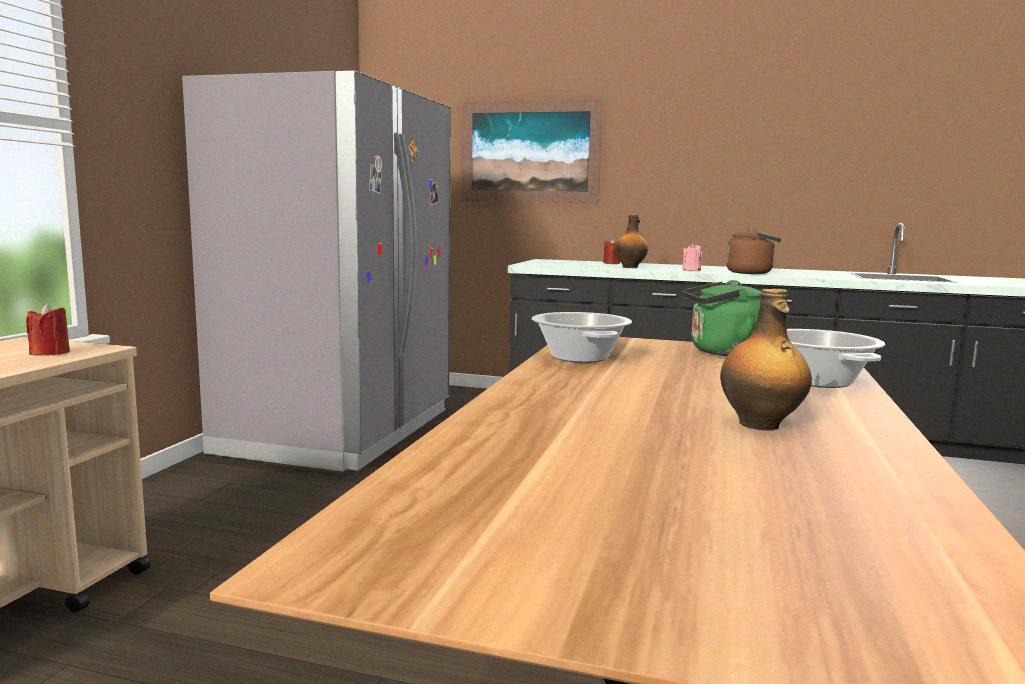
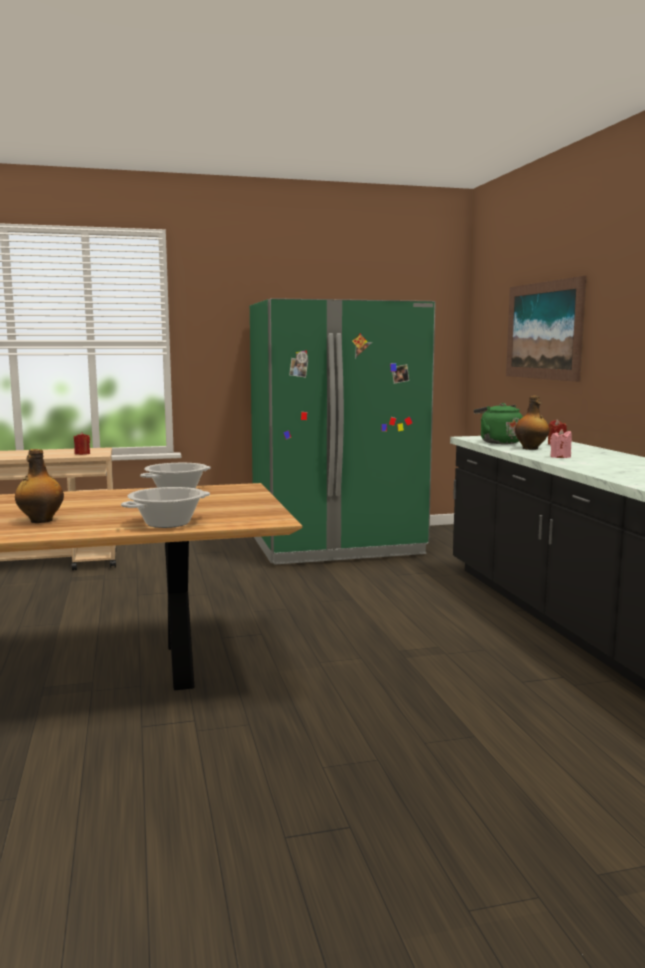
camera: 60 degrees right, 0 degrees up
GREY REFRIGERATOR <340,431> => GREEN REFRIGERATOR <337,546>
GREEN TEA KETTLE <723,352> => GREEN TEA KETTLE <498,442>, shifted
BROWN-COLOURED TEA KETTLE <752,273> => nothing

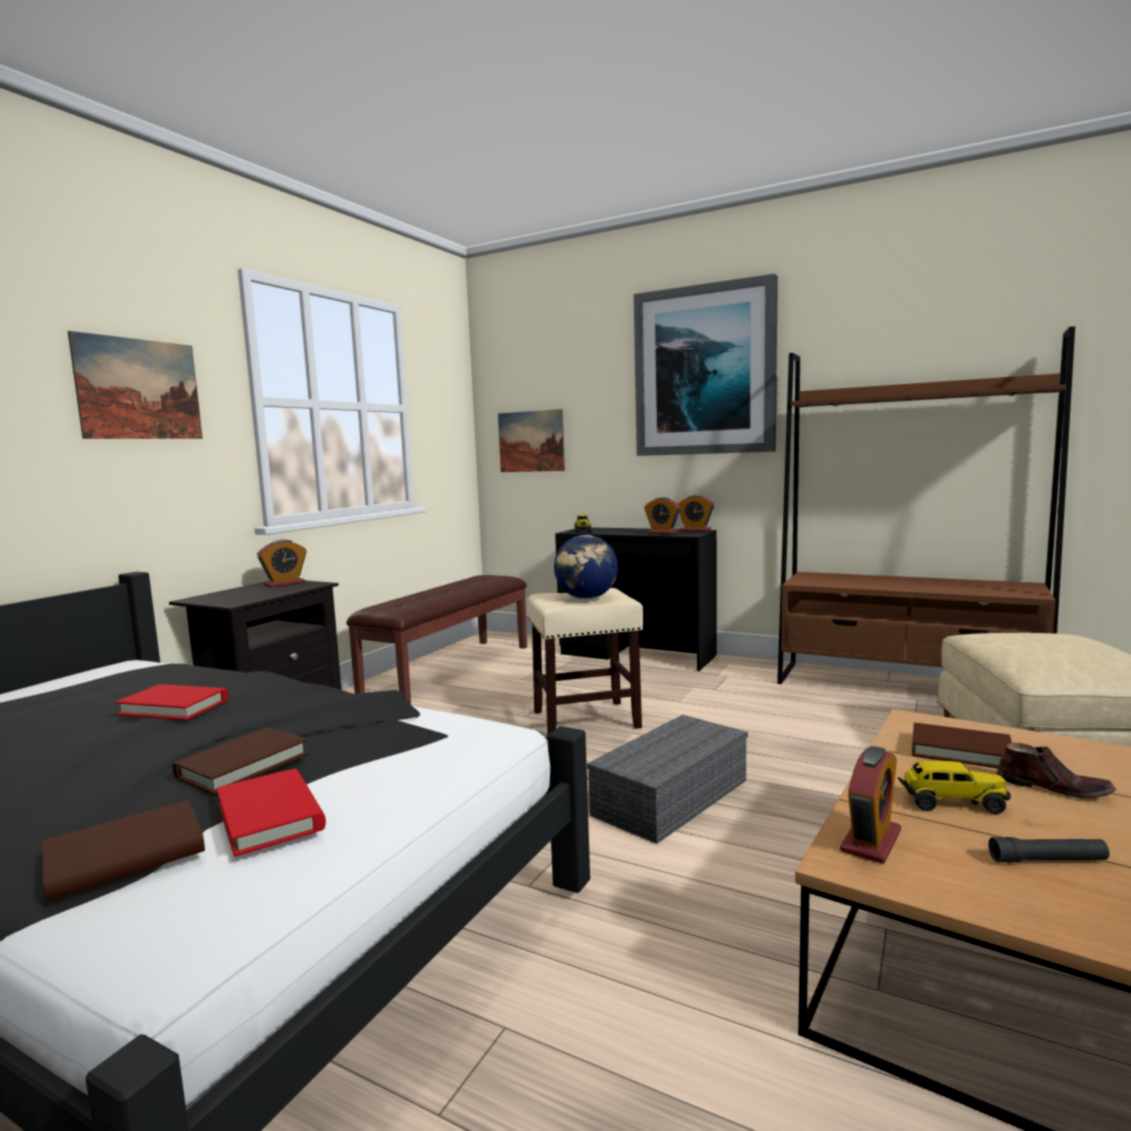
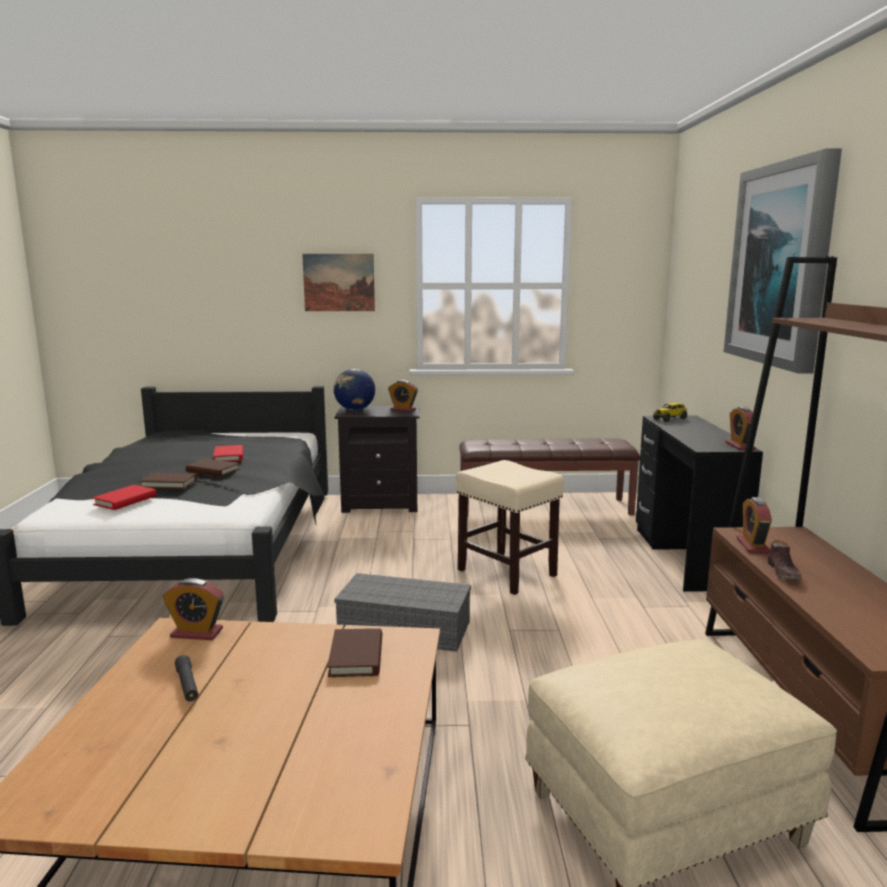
camera: 60 degrees right, 5 degrees up
BROWN-COLOURED BOUND BOOK <125,856> => BROWN-COLOURED BOUND BOOK <212,471>, shifted
WALL ART <531,441> => nothing
DESK GLOBE <587,598> => DESK GLOBE <354,409>, shifted
BEDSIDE CLOCK <662,533> => BEDSIDE CLOCK <752,545>, shifted
TOY TRUCK <952,803> => nothing
BROWN-COLOURED LOW SHOE <1053,788> => BROWN-COLOURED LOW SHOE <784,573>, shifted

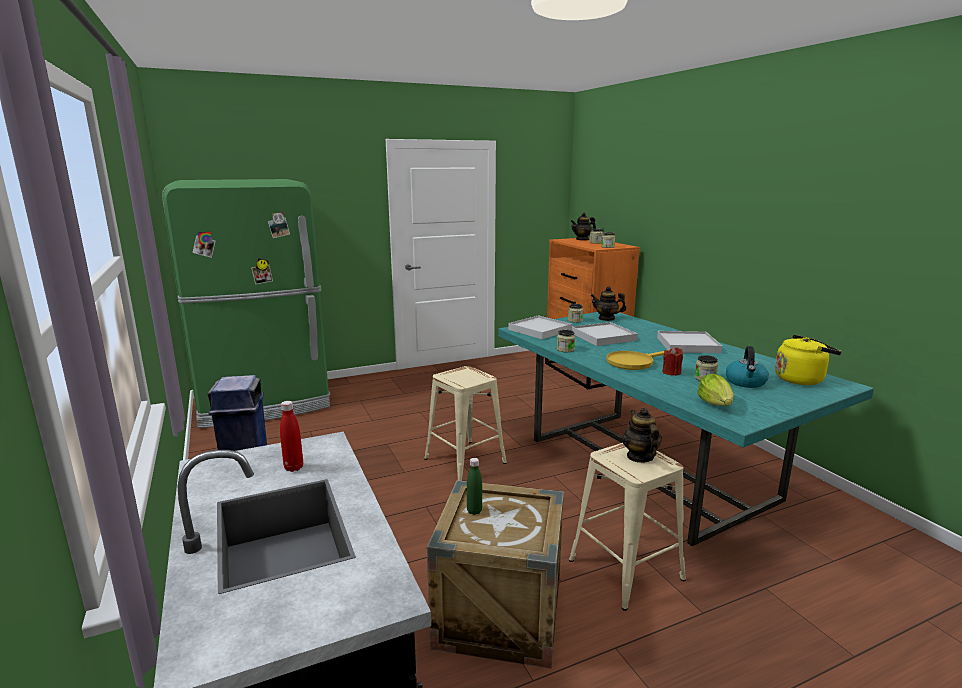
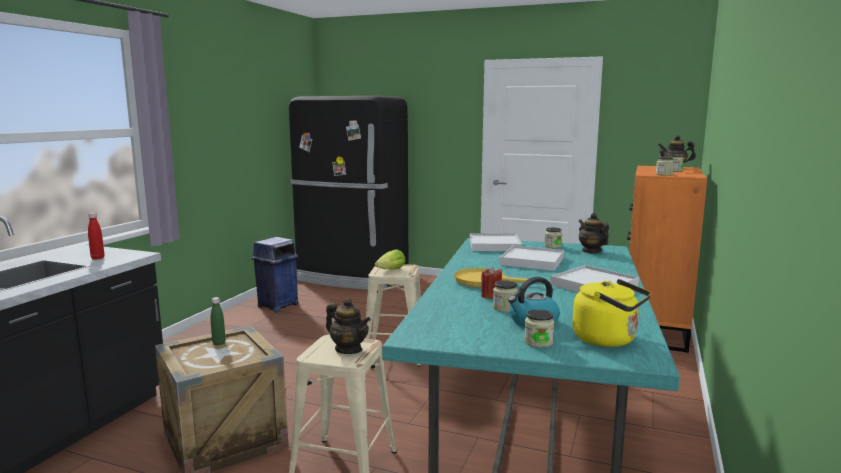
camera: 45 degrees right, 5 degrees down
GREEN REFRIGERATOR <265,404> => BLACK-COLOURED REFRIGERATOR <352,277>
PRESERVE JAR <565,349> => PRESERVE JAR <538,342>, shifted
POT FOR TEA <640,457> => POT FOR TEA <348,349>, 90 degrees clockwise
LETTUCE HEAD <716,404> => LETTUCE HEAD <391,270>, shifted

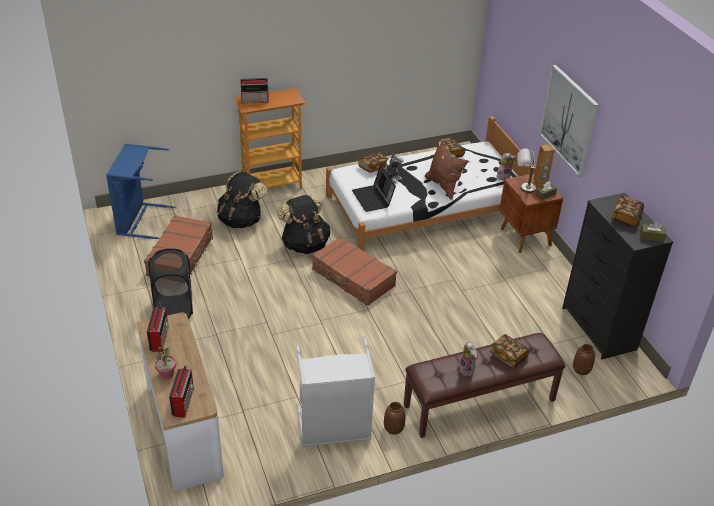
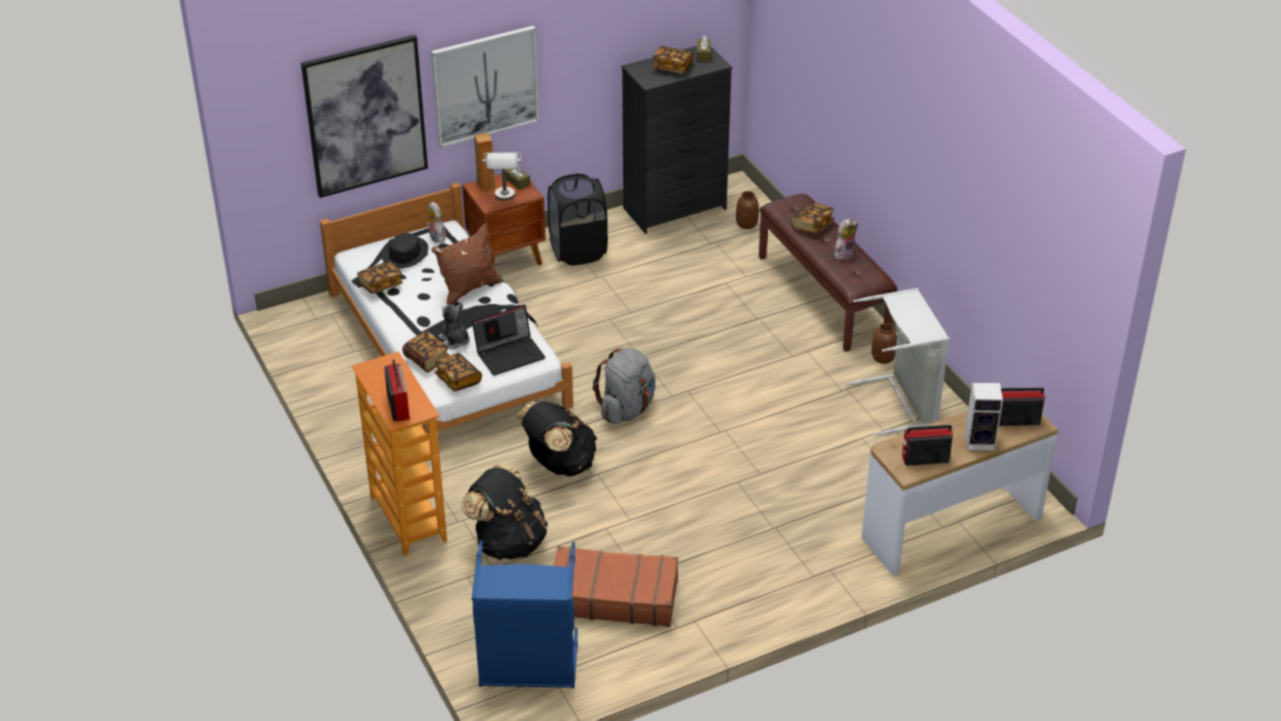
camera: 95 degrees left, 0 degrees up
BLACK-COLOURED WASHING BASKET <174,309> => BLACK-COLOURED WASHING BASKET <578,251>, shifted
HOUSEPLANT <167,374> => LOUDSPEAKER <981,441>
BROWN-COLOURED SUITCASE <353,278> => GREY KNAPSACK <627,409>
nothing => WALL ART <365,116>
nothing => BLACK-COLOURED CLOTHING HAT <404,253>
nothing => BOUND BOOK <458,380>

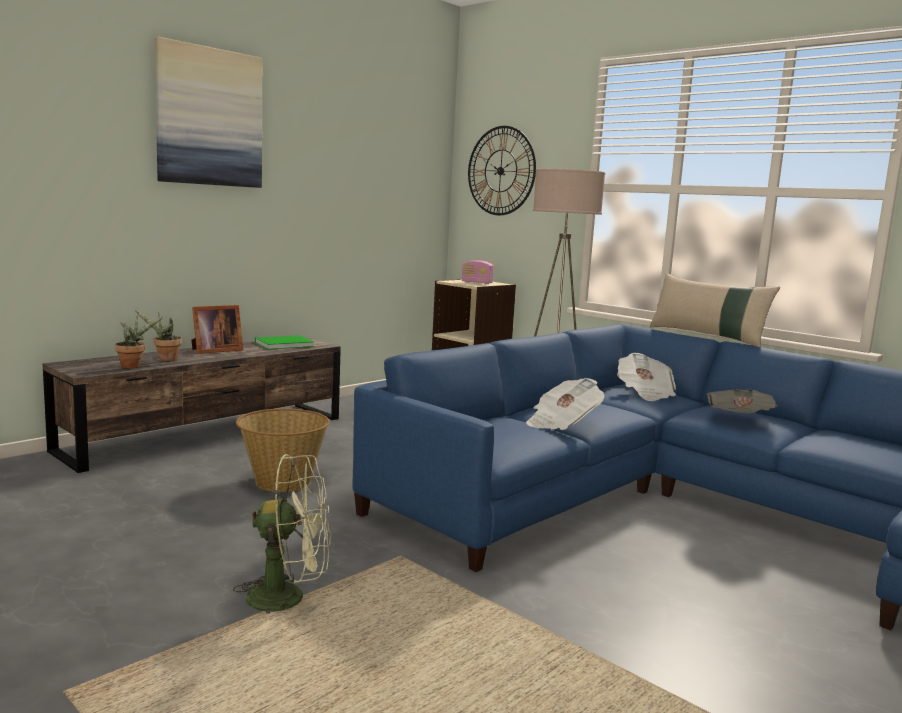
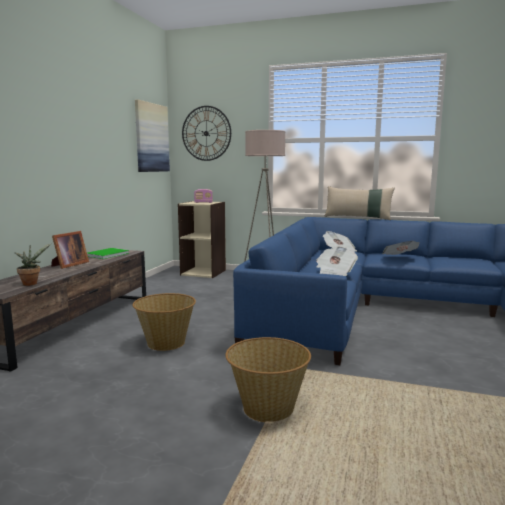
camera: 25 degrees left, 0 degrees up
HOUSEPLANT <165,359> => nothing
WALL ART <209,117> => WALL ART <151,138>, shifted
GREEN FAN <289,597> => BASKET <267,408>

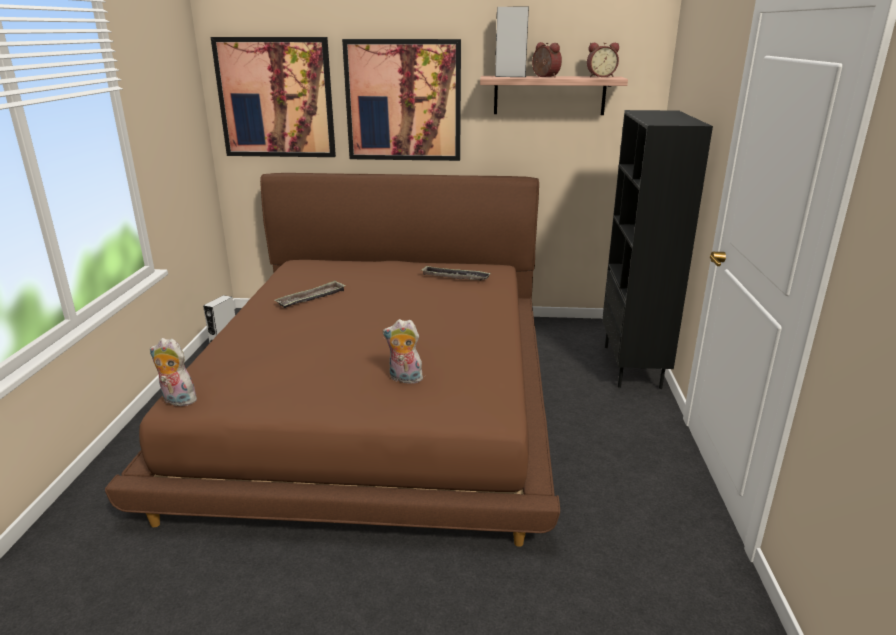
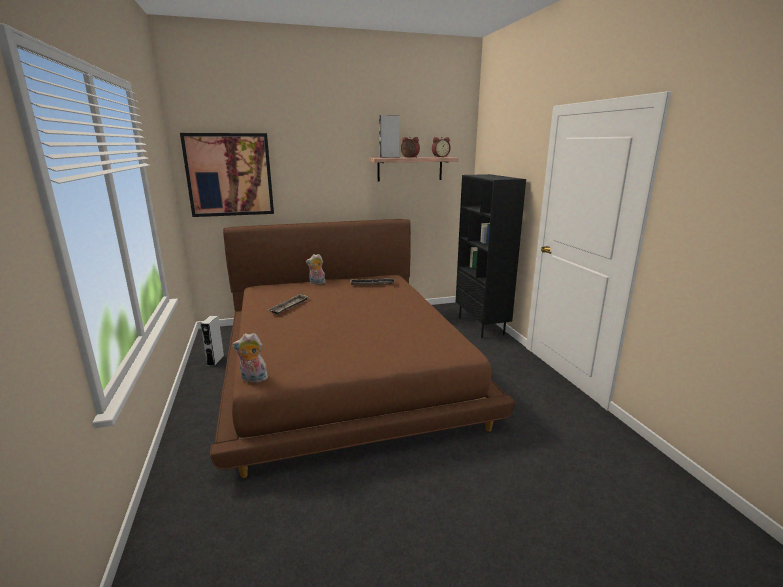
camera: 20 degrees left, 5 degrees down
WALL ART <403,101> => nothing
SOFT TOY <404,379> => SOFT TOY <317,283>, shifted

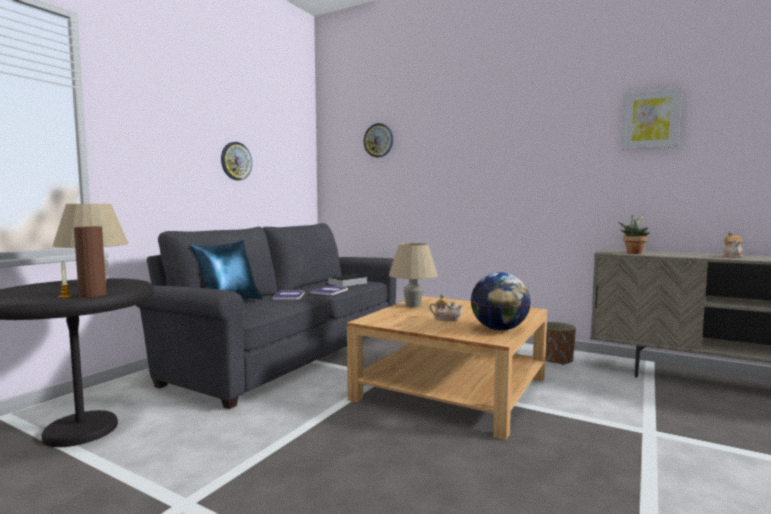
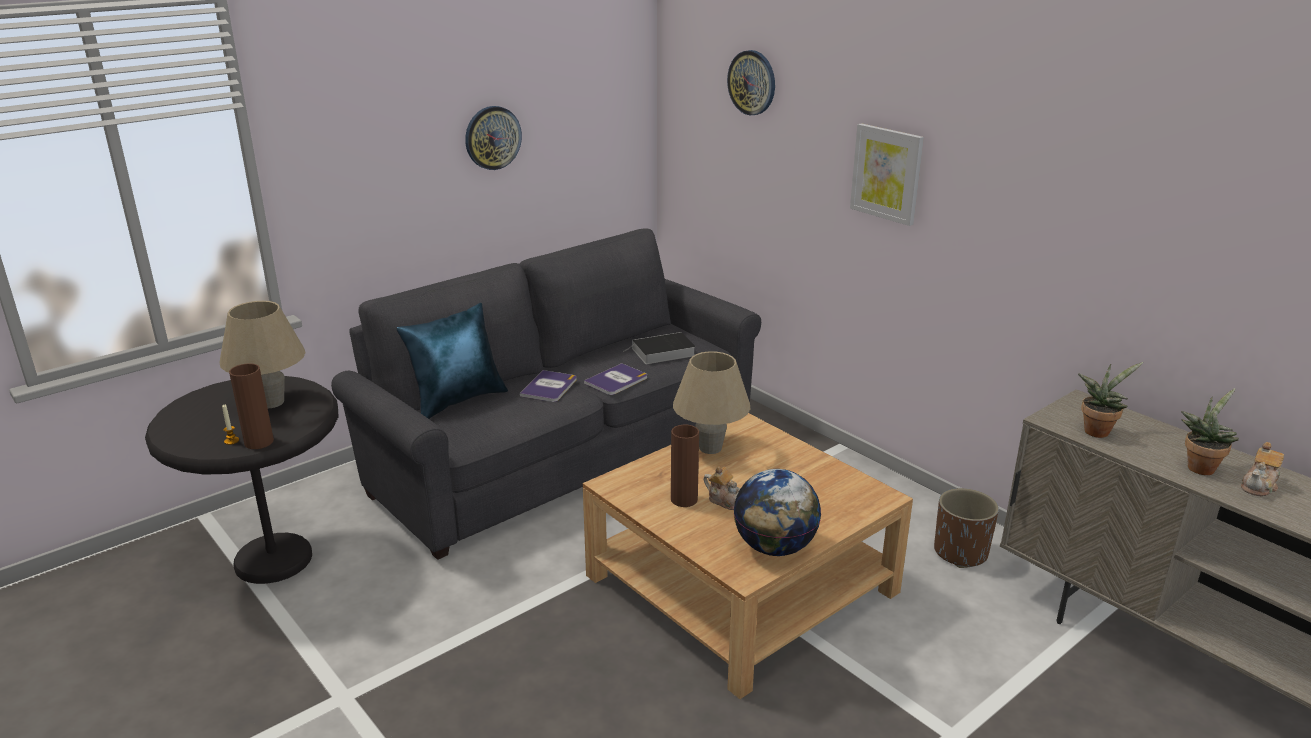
camera: 20 degrees right, 20 degrees up
WALL ART <650,120> => WALL ART <887,173>, shifted
nothing => BROWN-COLOURED FLOWER VASE <684,499>
nothing => HOUSEPLANT <1200,466>

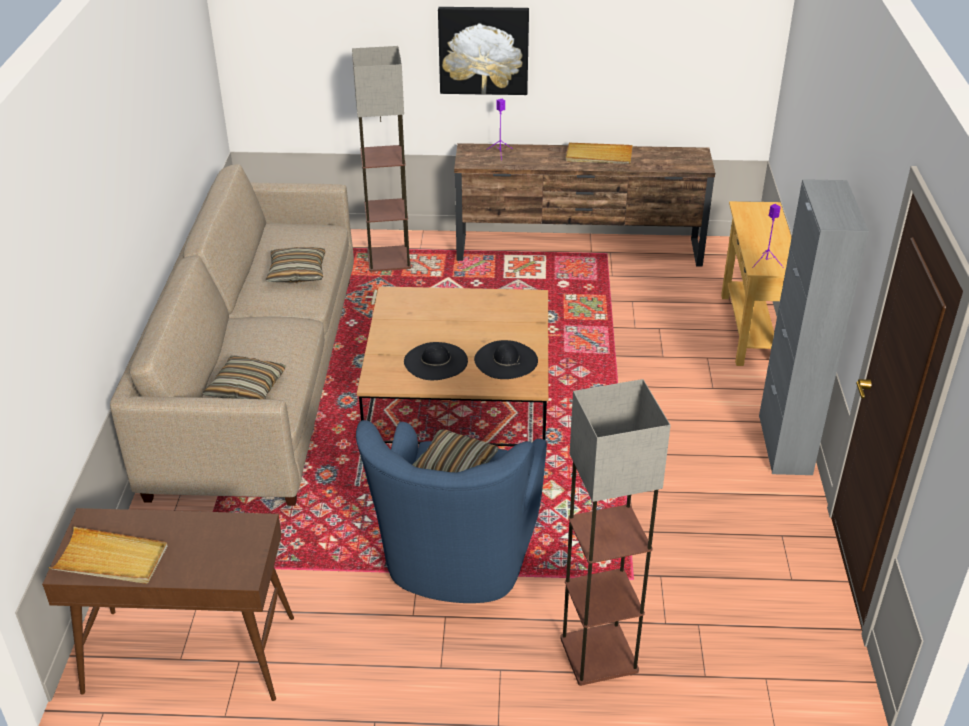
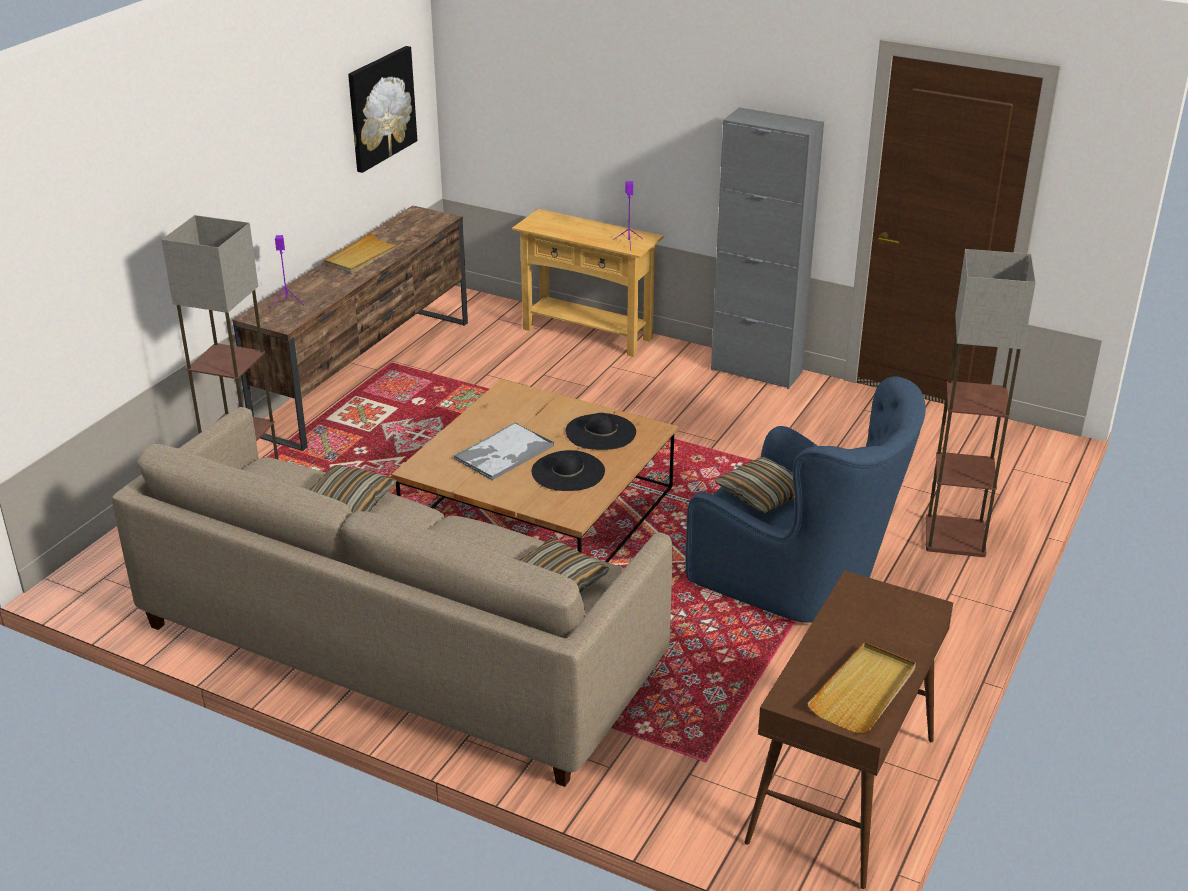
camera: 65 degrees left, 5 degrees down
WALL ART <483,50> => WALL ART <381,108>, shifted
nothing => SERVING TRAY <503,453>

